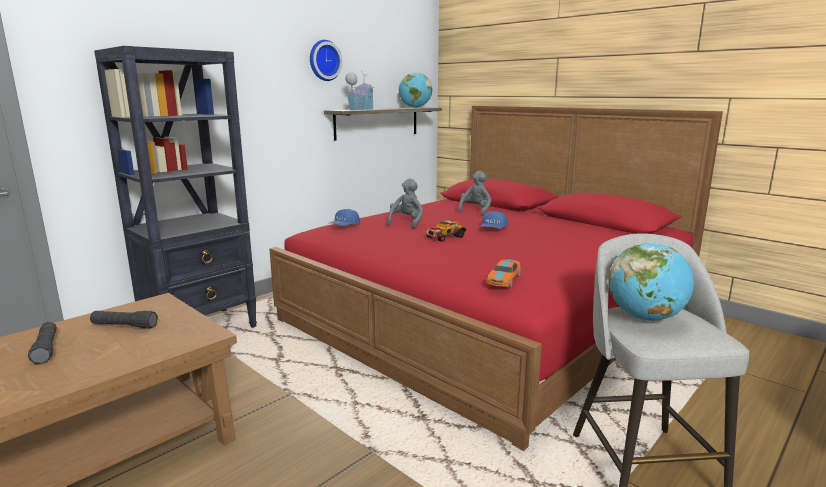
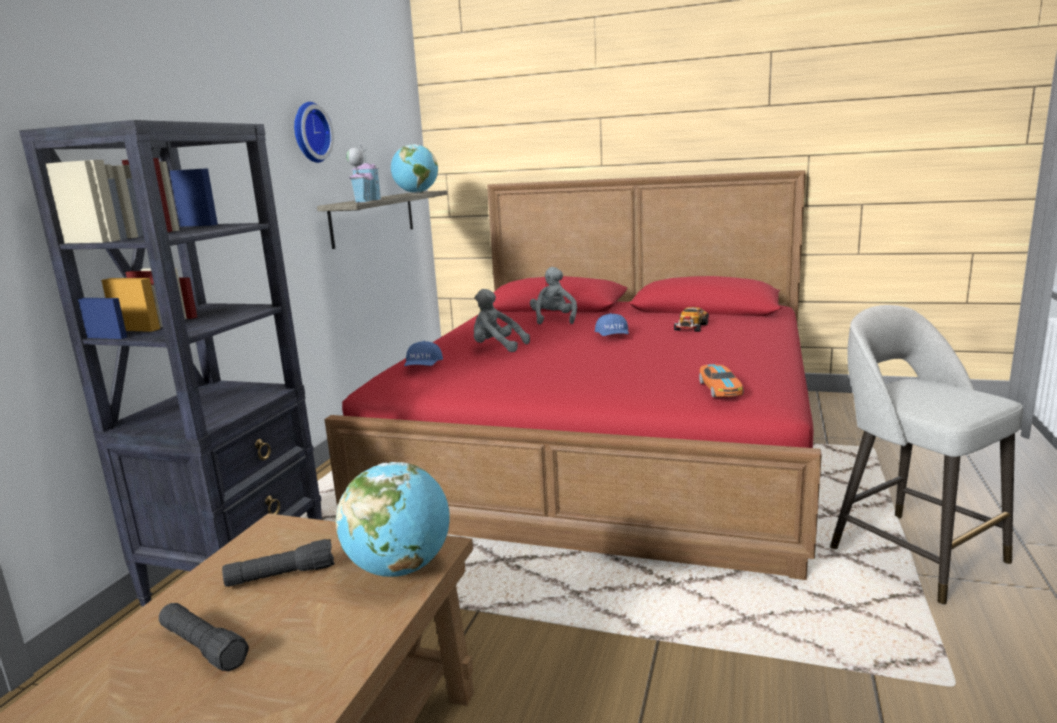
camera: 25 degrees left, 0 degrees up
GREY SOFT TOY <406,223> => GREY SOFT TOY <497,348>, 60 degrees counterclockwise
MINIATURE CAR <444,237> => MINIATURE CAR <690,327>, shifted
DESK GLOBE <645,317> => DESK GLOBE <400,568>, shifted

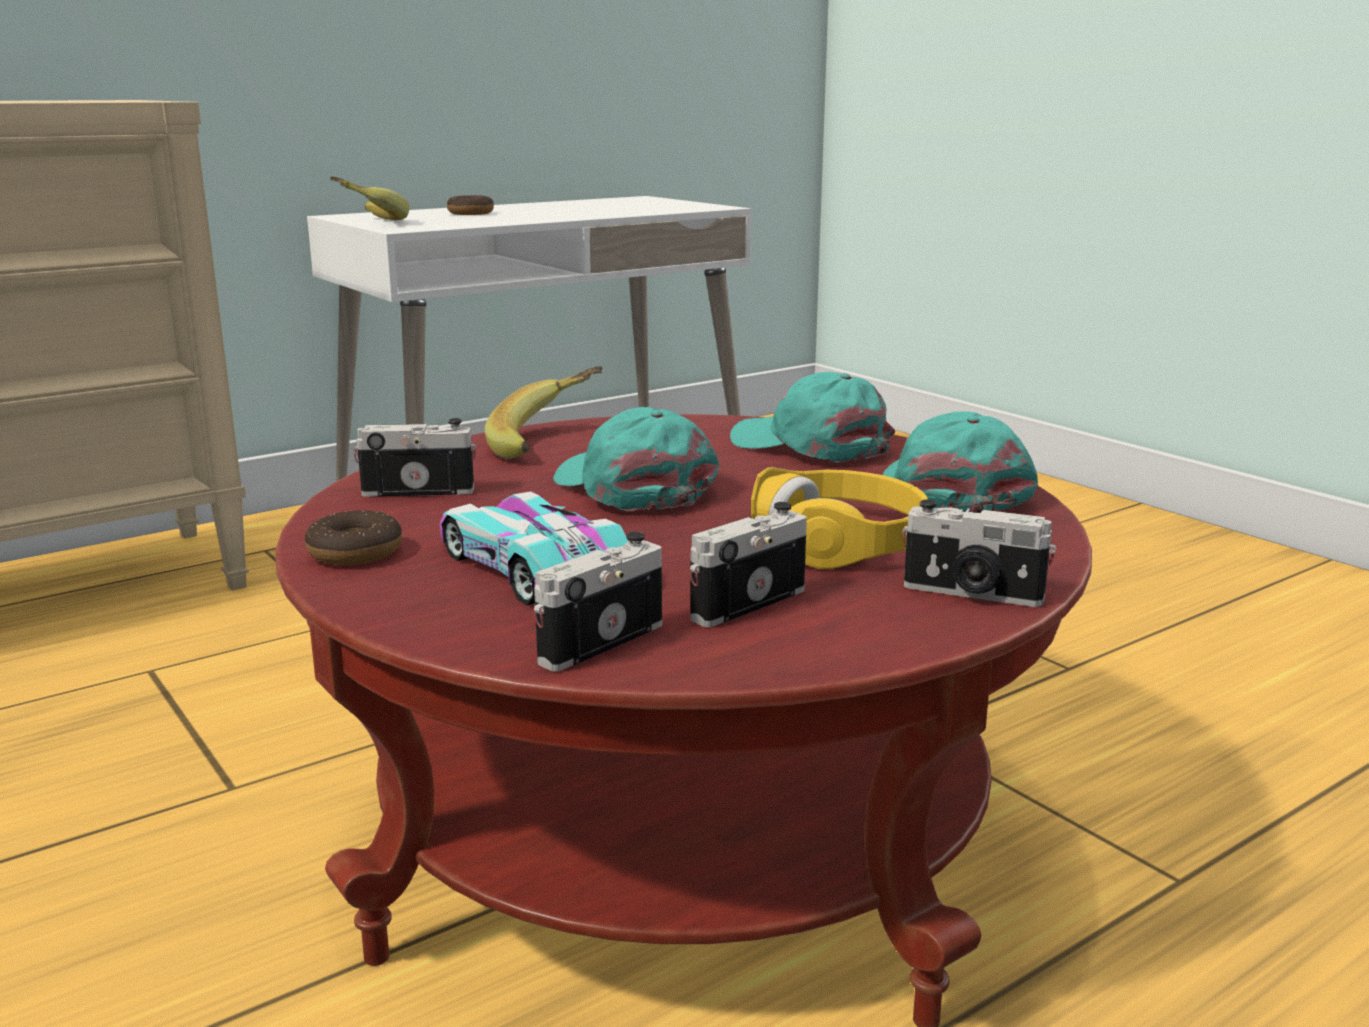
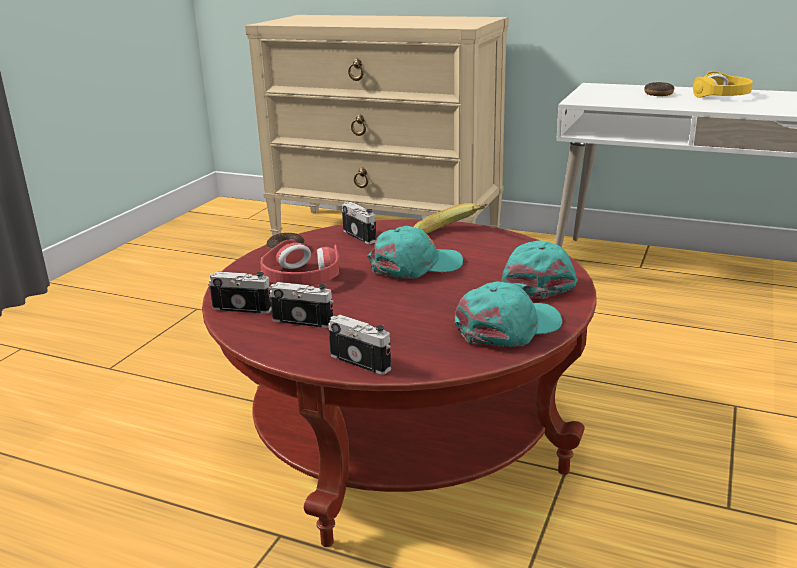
camera: 60 degrees right, 5 degrees up
WHOLE BANANA <366,223> => nothing
MINIATURE CAR <532,567> => RED-COLOURED HEADPHONES <301,278>
TURQUOISE BASEBALL CAP <633,487> => TURQUOISE BASEBALL CAP <415,266>, 45 degrees clockwise
YELLOW HEADPHONES <841,540> => YELLOW HEADPHONES <722,95>, shifted
PHOTO CAMERA <972,594> => PHOTO CAMERA <361,361>, 135 degrees clockwise

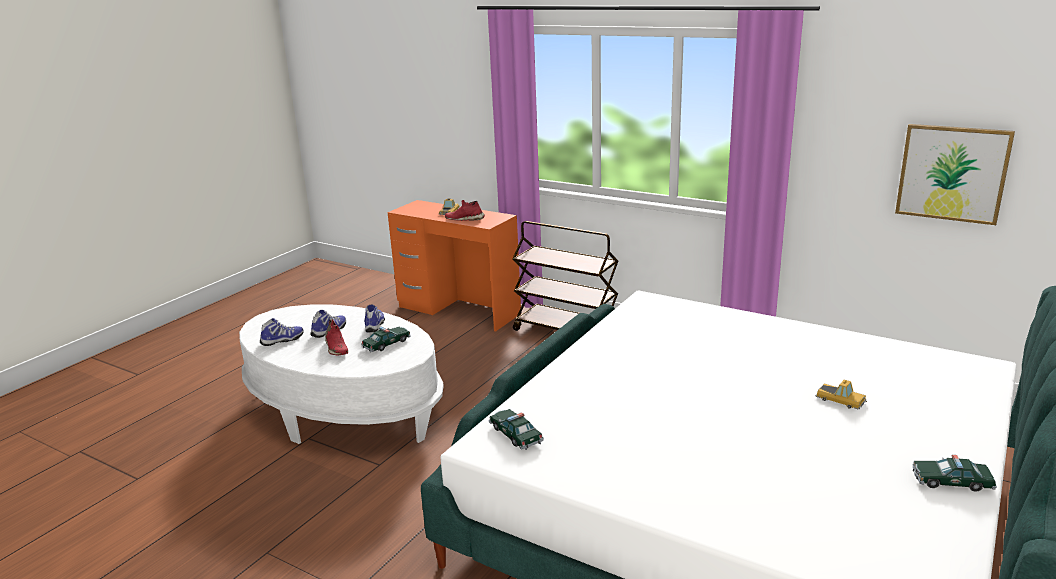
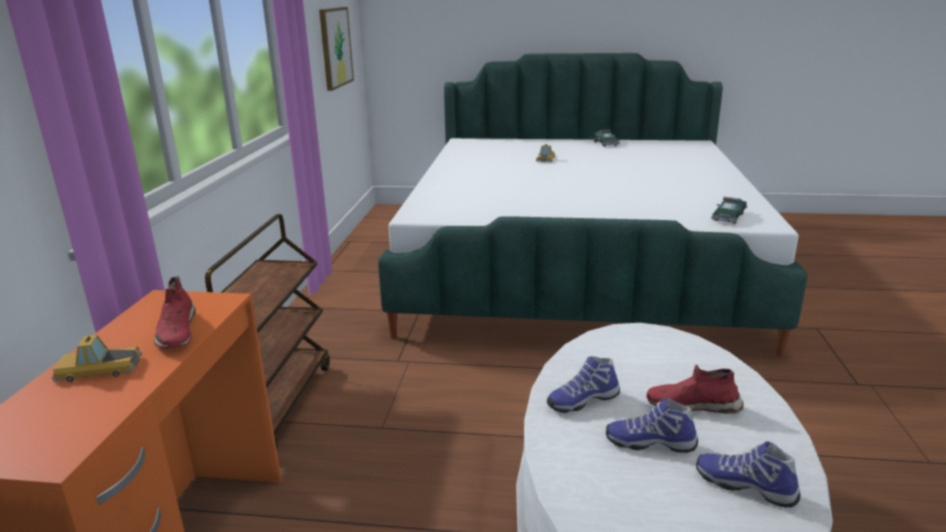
camera: 115 degrees left, 0 degrees up
RED-COLOURED LOW SHOE <336,348> => RED-COLOURED LOW SHOE <692,405>, 120 degrees counterclockwise
MINIATURE CAR <386,344> => nothing

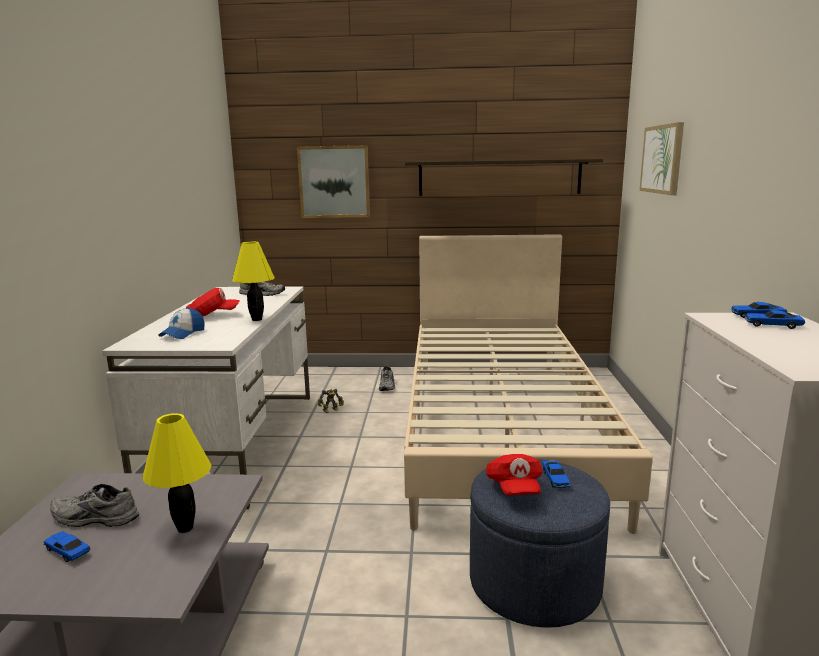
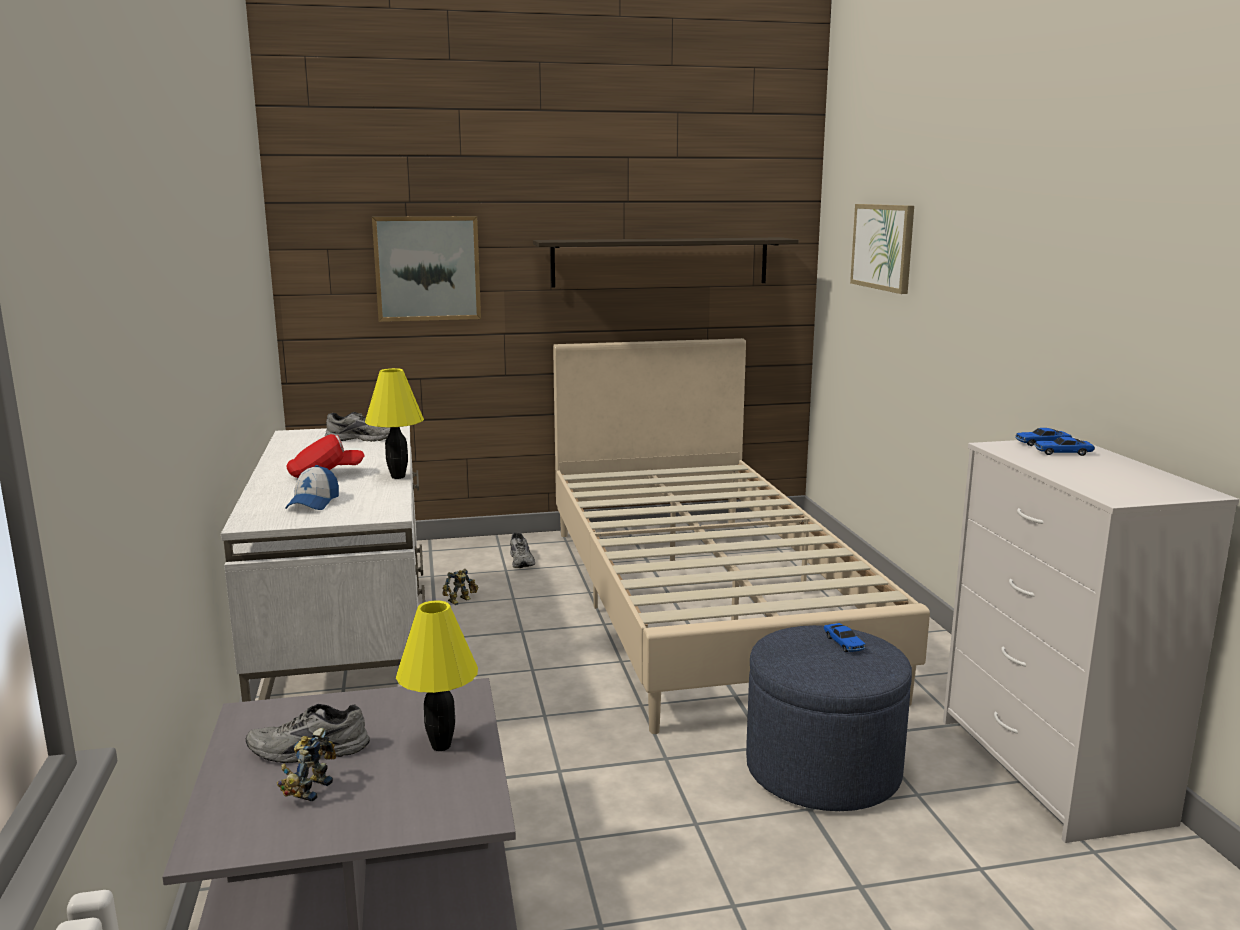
camera: 15 degrees left, 0 degrees up
MINIATURE CAR <67,551> => TOY ROBOT <309,789>
RED-COLOURED BASEBALL CAP <514,488> => nothing

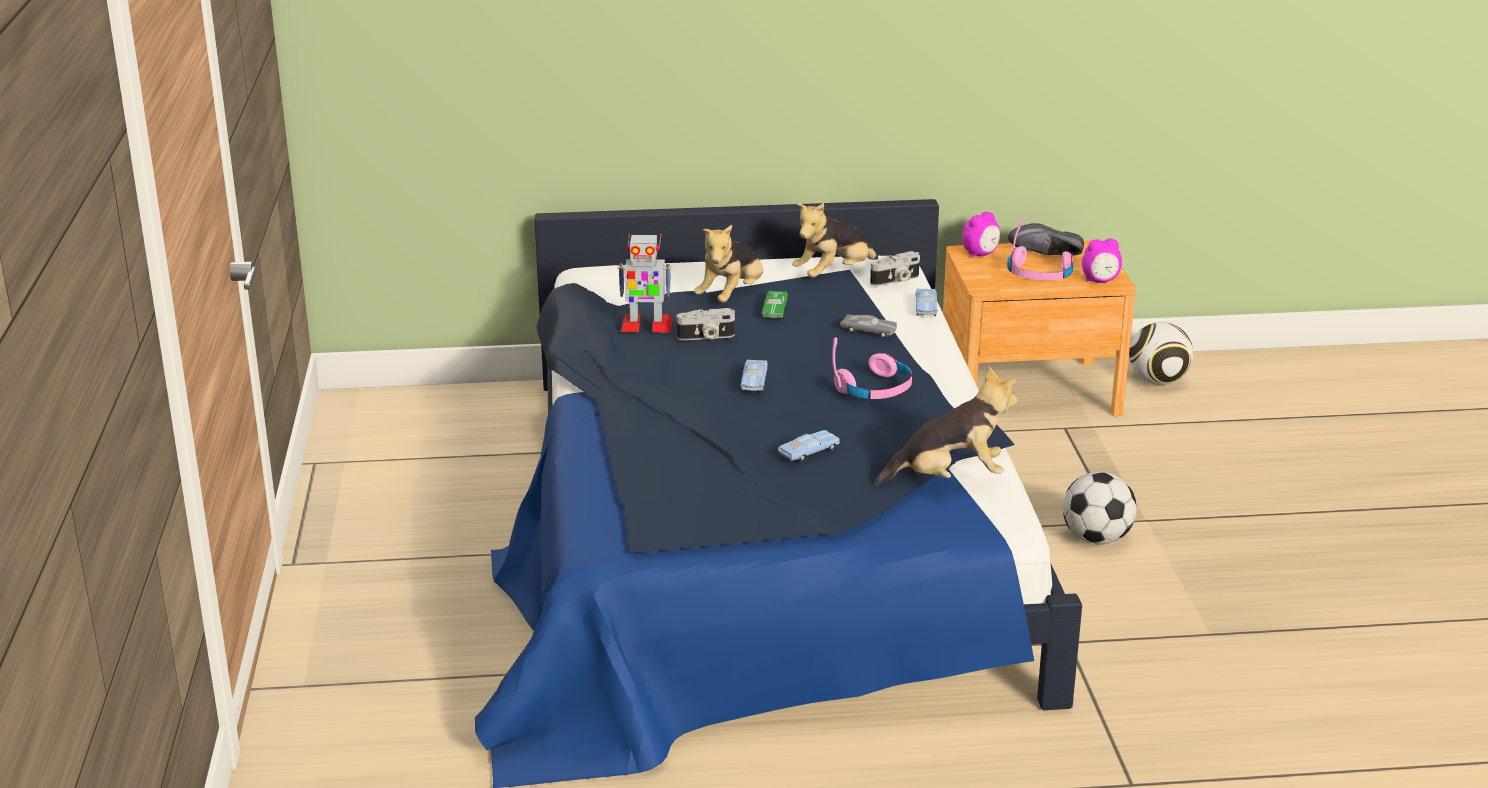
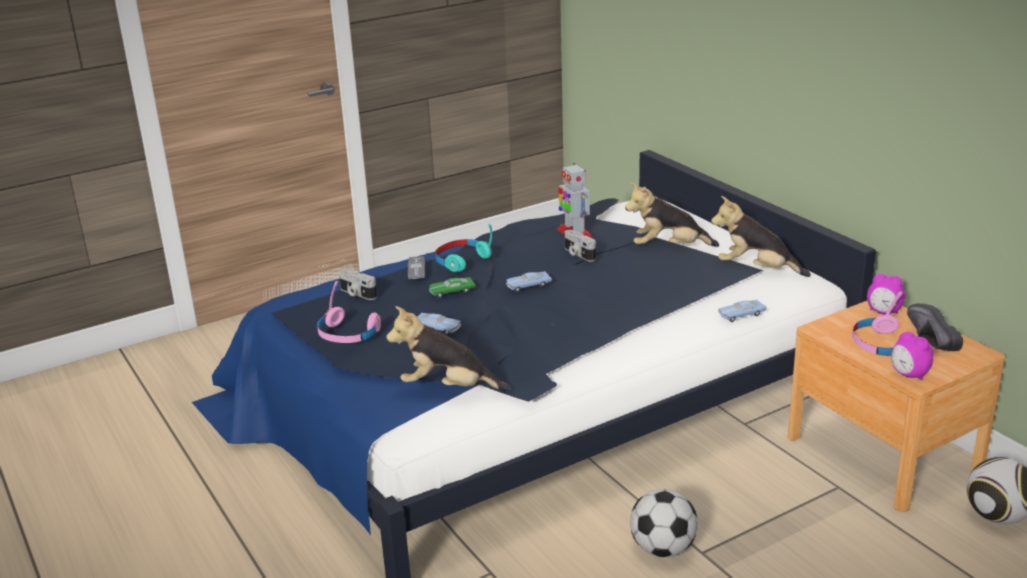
camera: 65 degrees right, 0 degrees up
GREEN MINIATURE CAR <775,310> => GREEN MINIATURE CAR <452,291>, shifted
PINKISH HEADPHONES <875,389> => PINKISH HEADPHONES <348,334>, shifted
GREY MINIATURE CAR <869,331> => GREY MINIATURE CAR <416,272>, shifted
PHOTO CAMERA <896,280> => PHOTO CAMERA <357,294>, shifted
SOFT TOY <949,478> => SOFT TOY <448,388>, 135 degrees clockwise
nothing => TURQUOISE HEADPHONES <461,261>

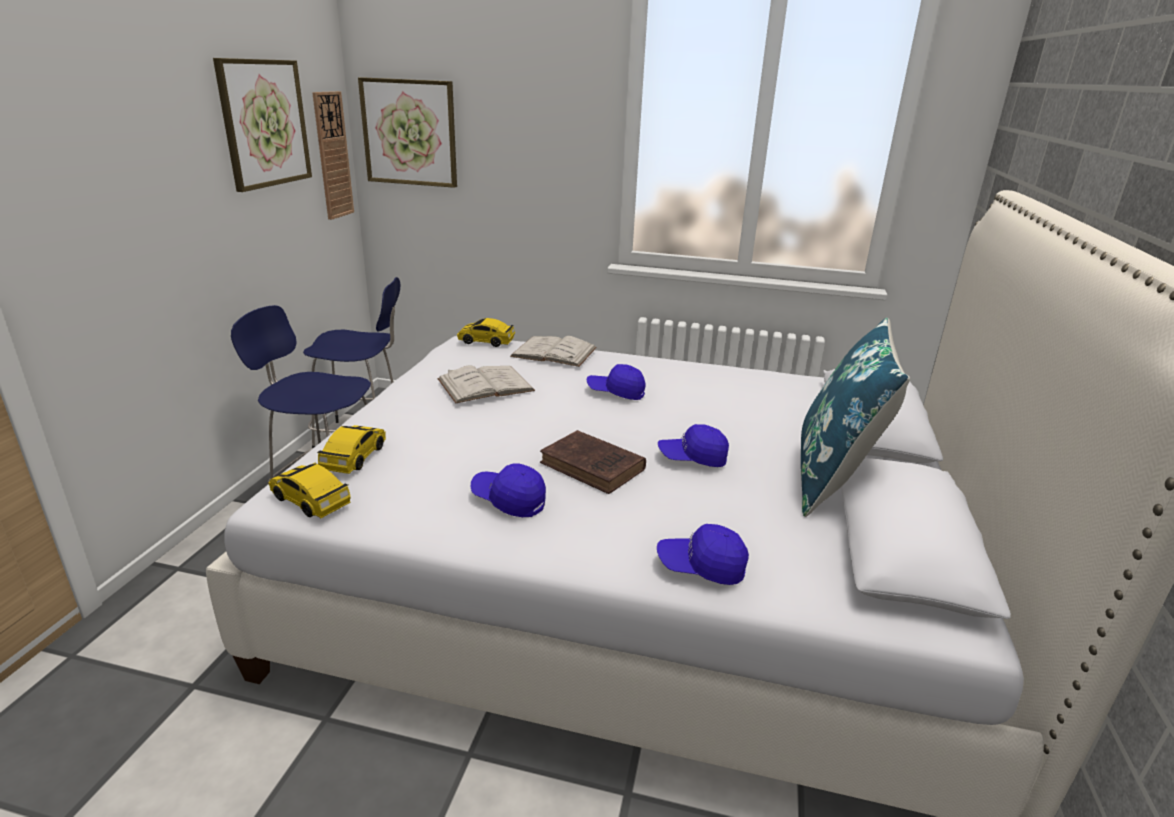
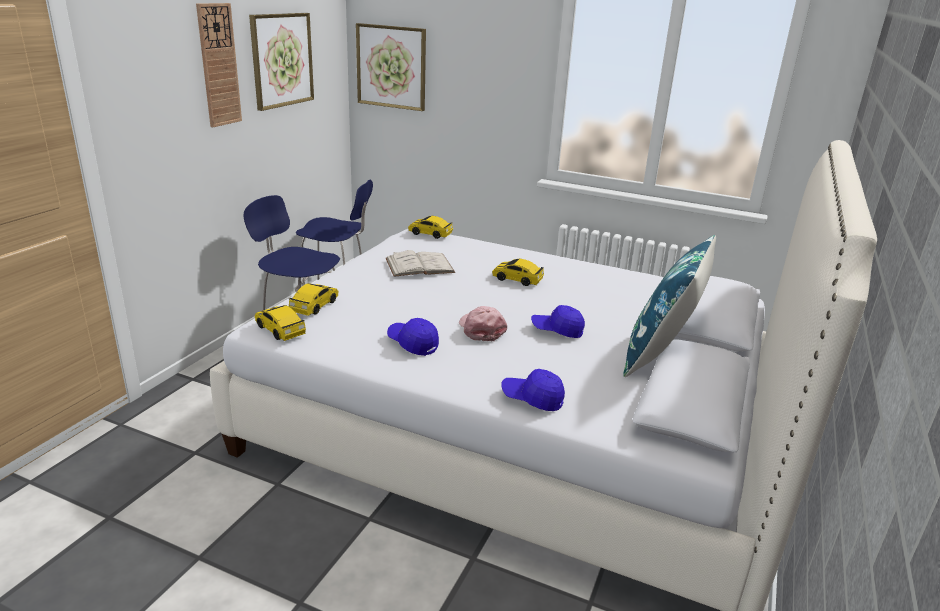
camera: 10 degrees right, 0 degrees up
CLOCK ON THE WALL <332,156> => CLOCK ON THE WALL <219,65>, shifted
WHITISH BOUND BOOK <554,352> => nothing
BROWN-COLOURED BOUND BOOK <594,467> => PINKISH BASEBALL CAP <481,329>
BLUE BASEBALL CAP <616,392> => MINIATURE CAR <517,279>

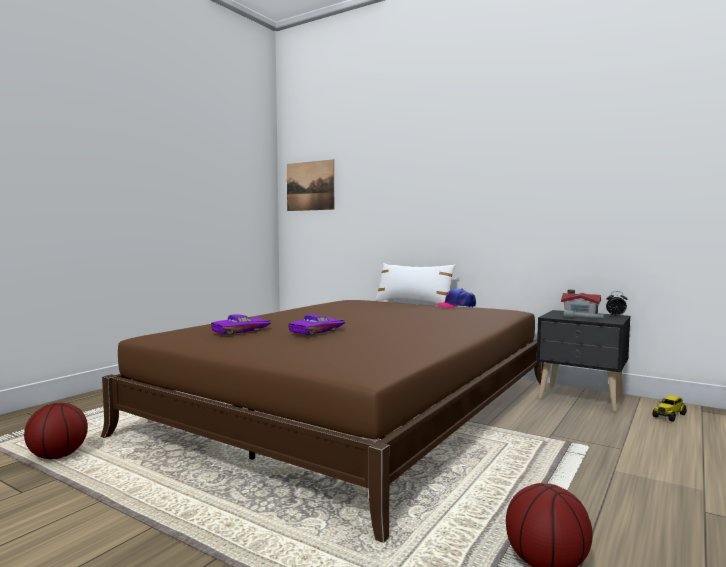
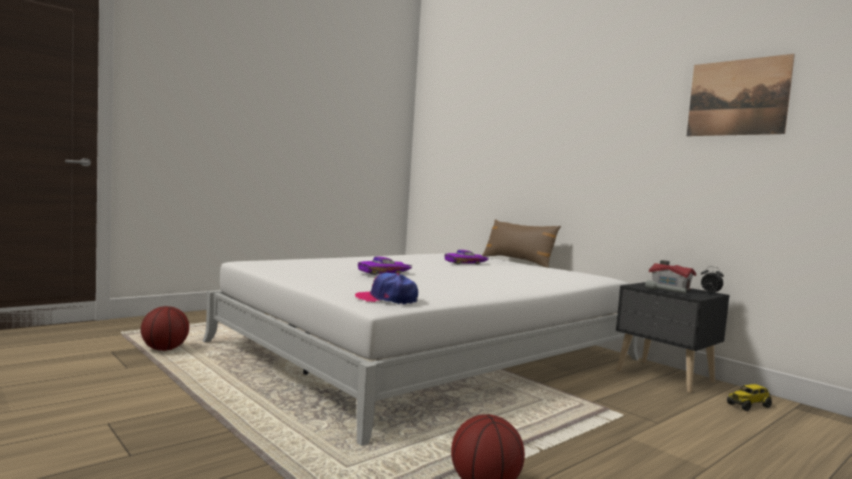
camera: 15 degrees right, 0 degrees up
BROWN-COLOURED BEDROOM BED <356,407> => WHITISH BEDROOM BED <427,351>
PURPLISH MINIATURE CAR <242,331> => PURPLISH MINIATURE CAR <466,263>, shifted
WALL ART <310,186> => WALL ART <737,97>, shifted
WHITISH PILLOW <413,302> => BROWN-COLOURED PILLOW <518,261>
BASEBALL CAP <455,306> => BASEBALL CAP <387,299>, shifted

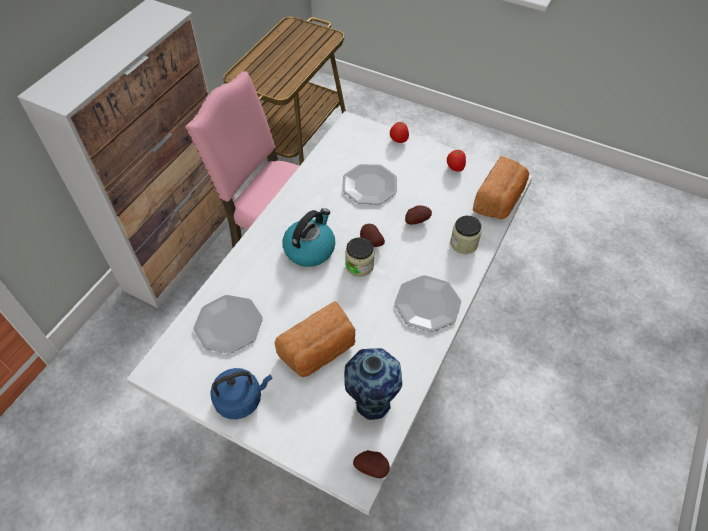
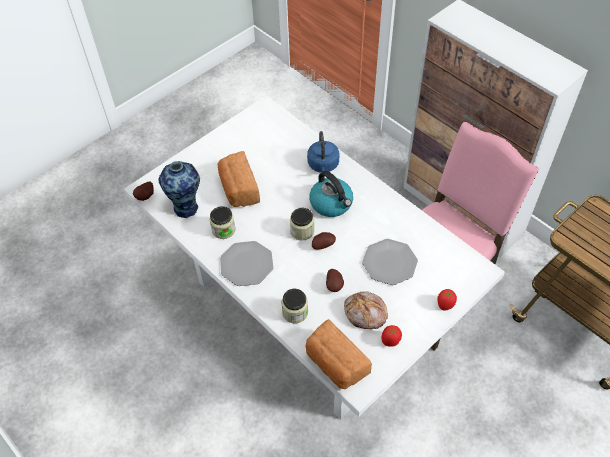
camera: 110 degrees right, 0 degrees up
DINNER PLATE <228,325> => nothing
BLUE TEA KETTLE <241,399> => BLUE TEA KETTLE <323,165>, shifted
nothing => PRESERVE JAR <223,230>
nothing => BAKERY BREAD <365,314>

